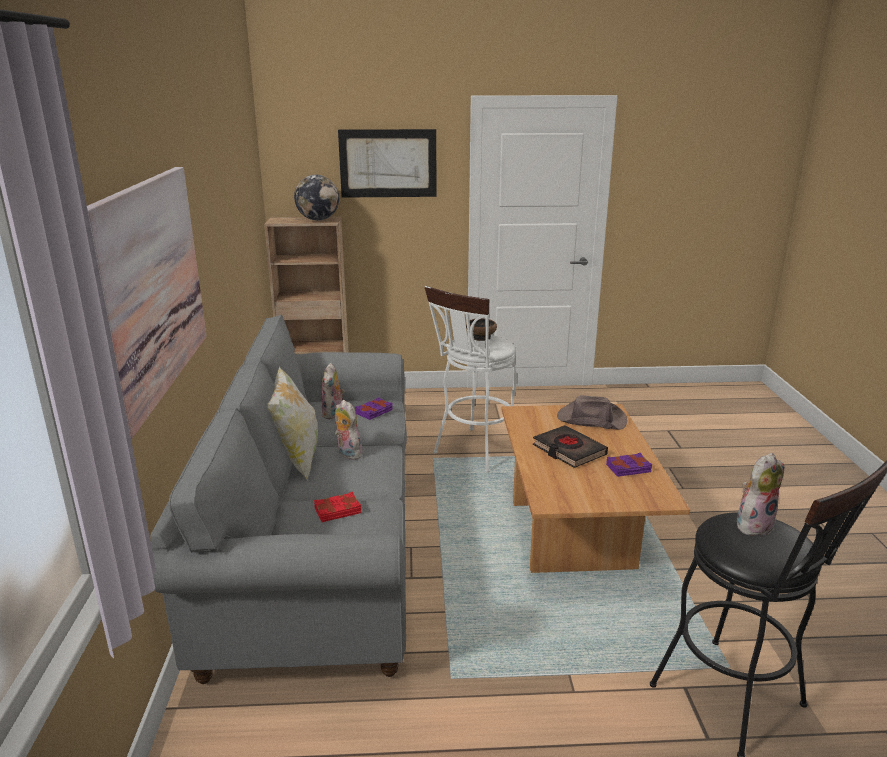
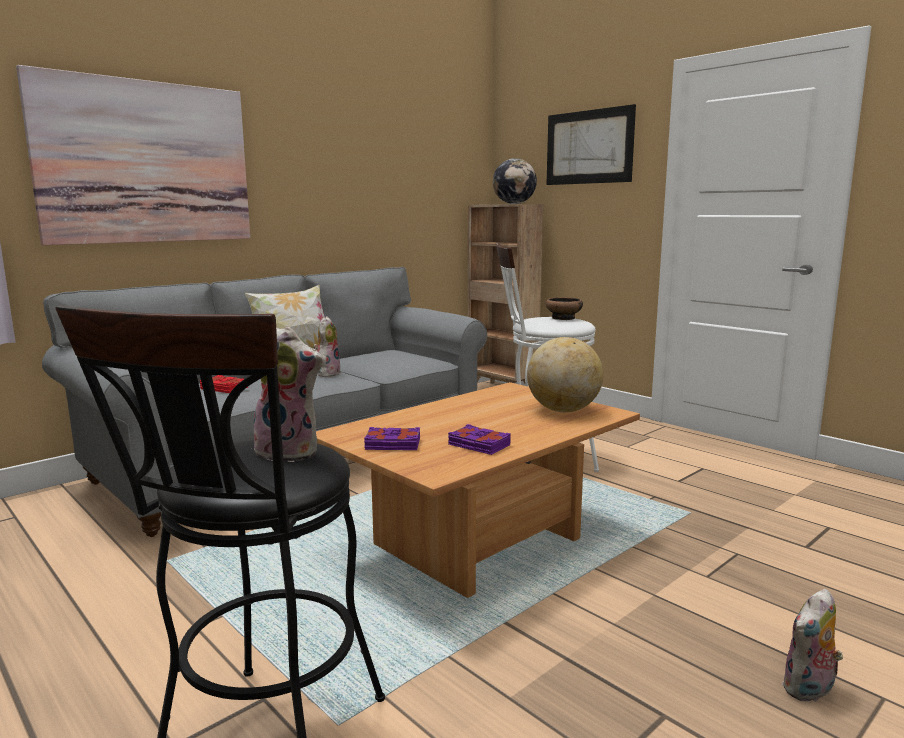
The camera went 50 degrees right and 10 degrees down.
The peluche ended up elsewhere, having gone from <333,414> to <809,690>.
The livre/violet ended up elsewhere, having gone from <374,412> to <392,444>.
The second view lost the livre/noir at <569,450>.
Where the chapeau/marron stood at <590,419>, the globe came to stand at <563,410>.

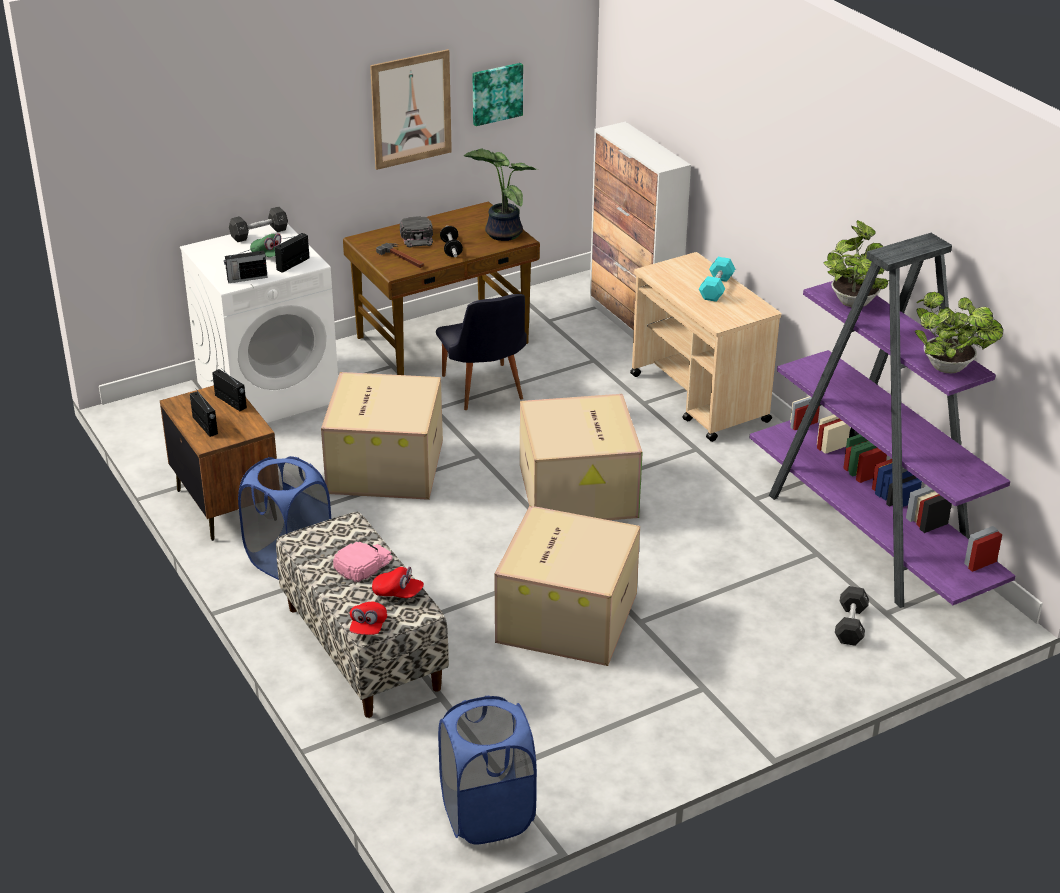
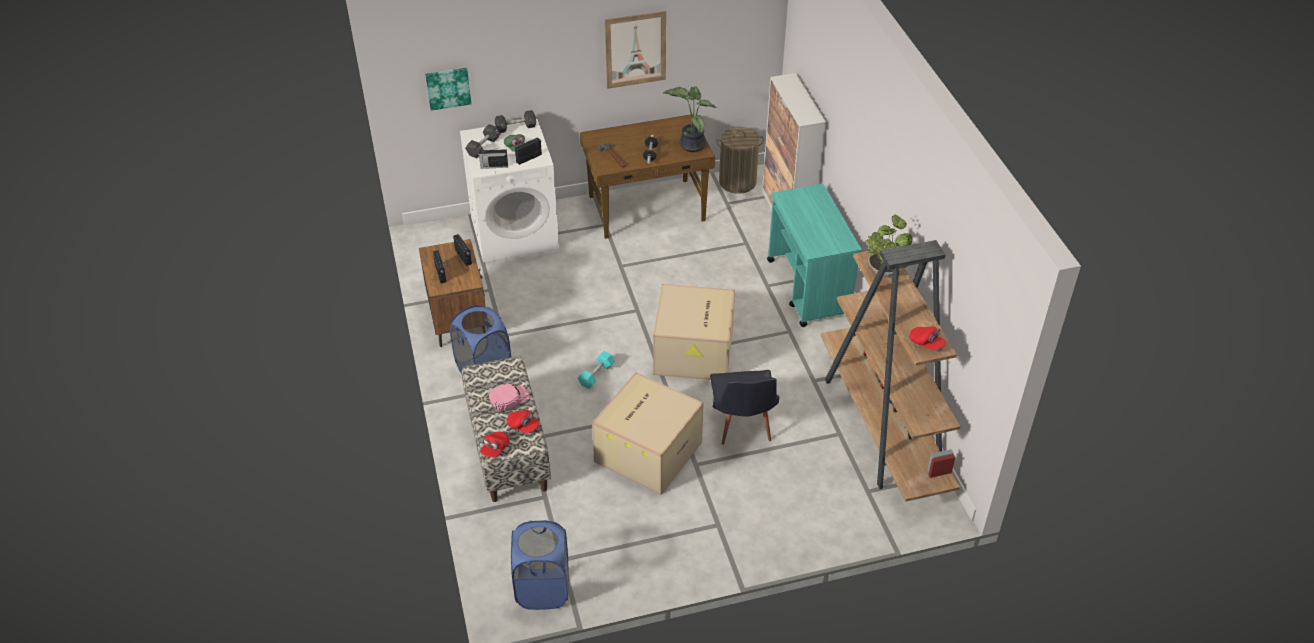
The camera went 15 degrees right and 10 degrees up.
The second view lost the carton at <384,465>.
The second view lost the casquette/noir at <417,237>.
The chaise/noir ended up elsewhere, having gone from <484,392> to <742,427>.
The tableau ended up elsewhere, having gone from <496,93> to <448,87>.
What was the chariot/beige at <699,399> turned into the chariot/turquoise at <808,289>.
The haltère/turquoise ended up elsewhere, having gone from <716,288> to <596,375>.
What was the bibliothèque/violet at <870,537> turned into the bibliothèque/marron at <883,428>.
The haltère/noir ended up elsewhere, having gone from <850,625> to <483,147>.
Where the plante en pot stood at <950,369>, the casquette/rouge came to stand at <926,343>.
The second view gained the panier à linge at <737,182>.

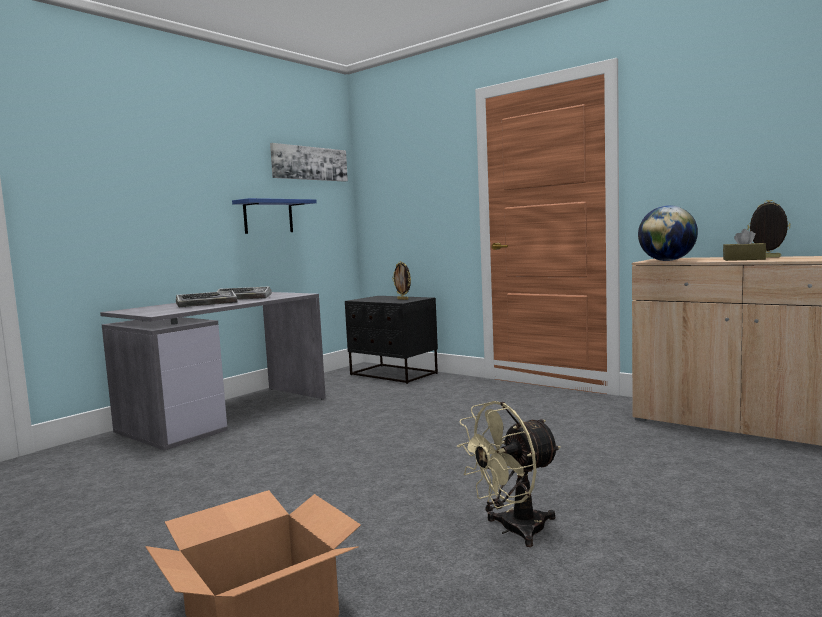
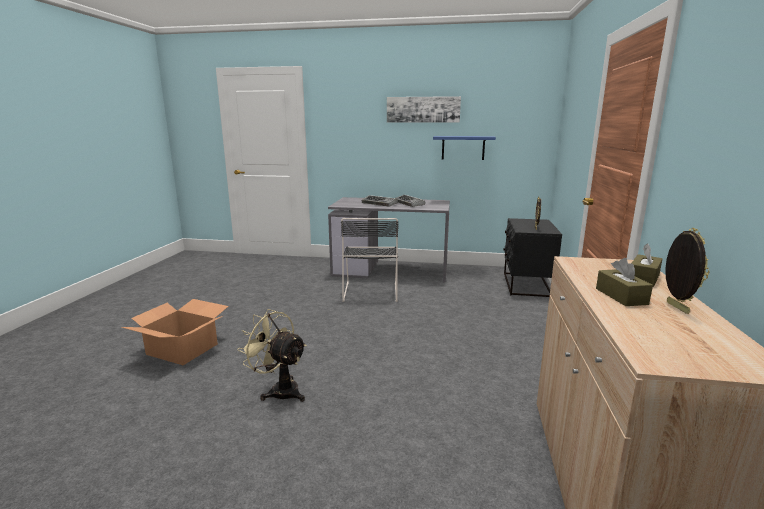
The camera went 60 degrees right and 10 degrees up.
The tableau ended up elsewhere, having gone from <309,163> to <423,109>.
The second view lost the globe at <667,261>.
The second view gained the chaise/noir at <371,291>.
The second view gained the boîte à mouchoirs/marron at <643,278>.

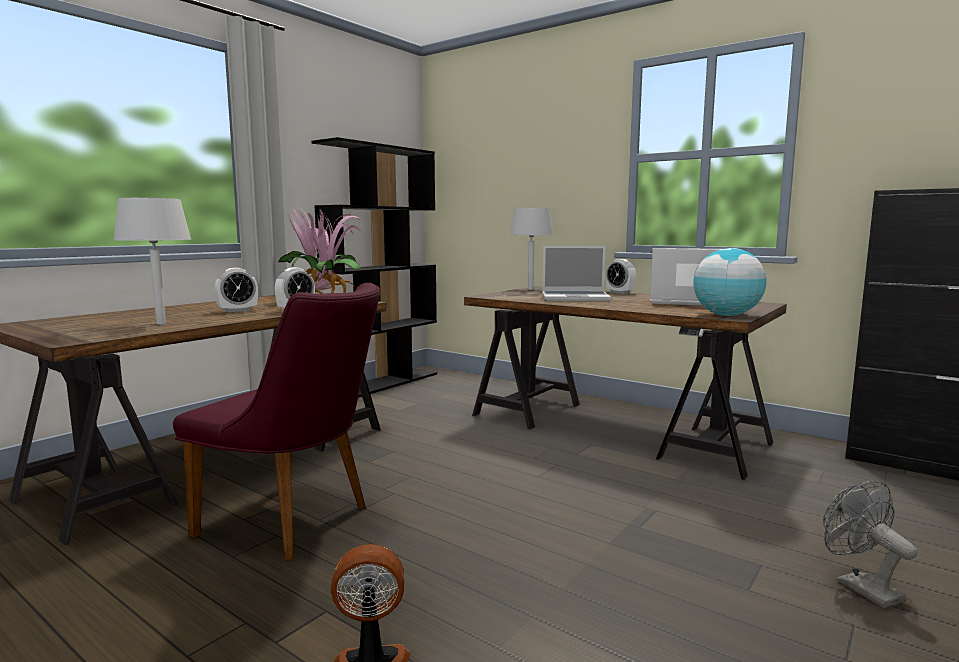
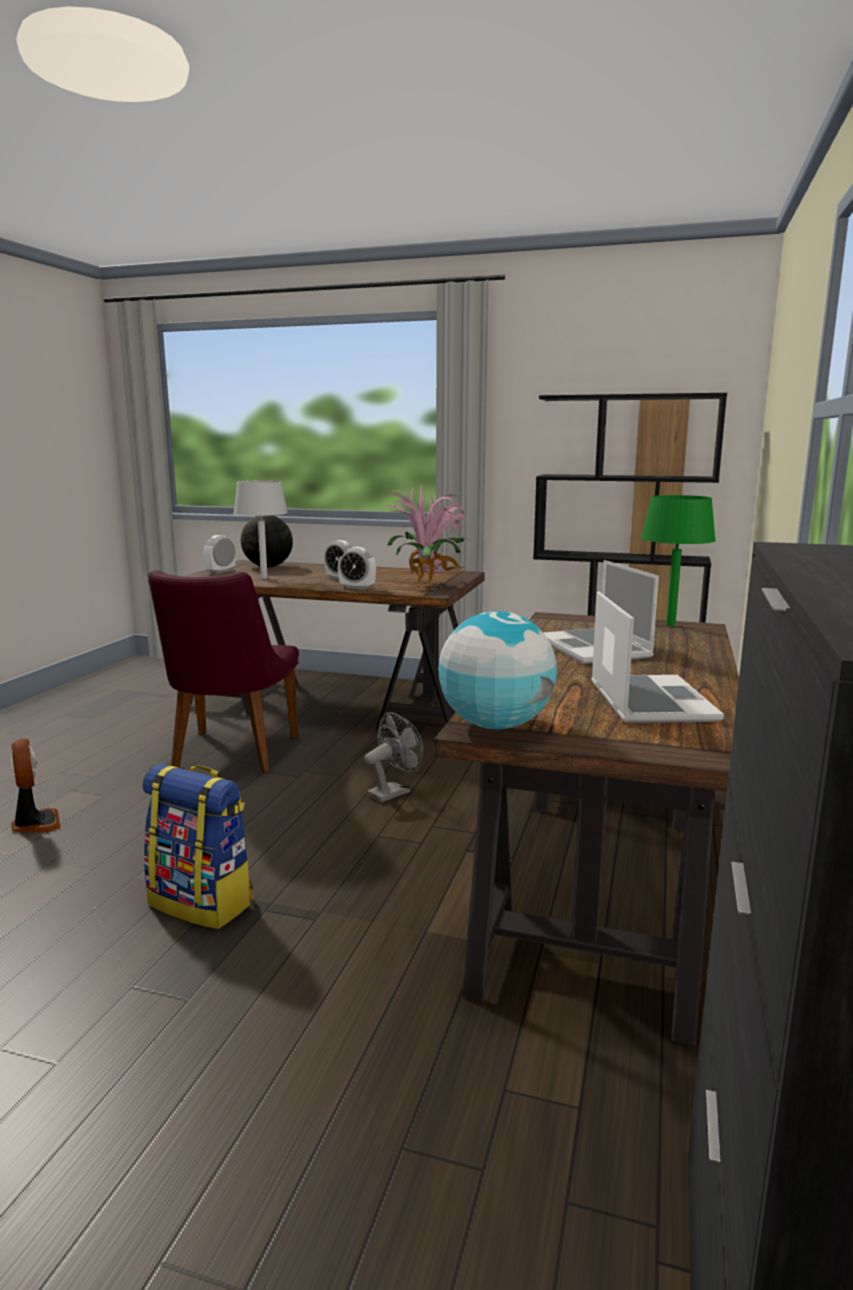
The camera went 70 degrees right and 5 degrees up.
What was the lampe de table/gris at <530,289> turned into the lampe de table/vert at <671,625>.
The réveil ended up elsewhere, having gone from <620,293> to <221,571>.
The ventilateur/gris ended up elsewhere, having gone from <860,587> to <394,792>.
The second view gained the sac à dos at <203,902>.
The second view gained the globe at <268,566>.

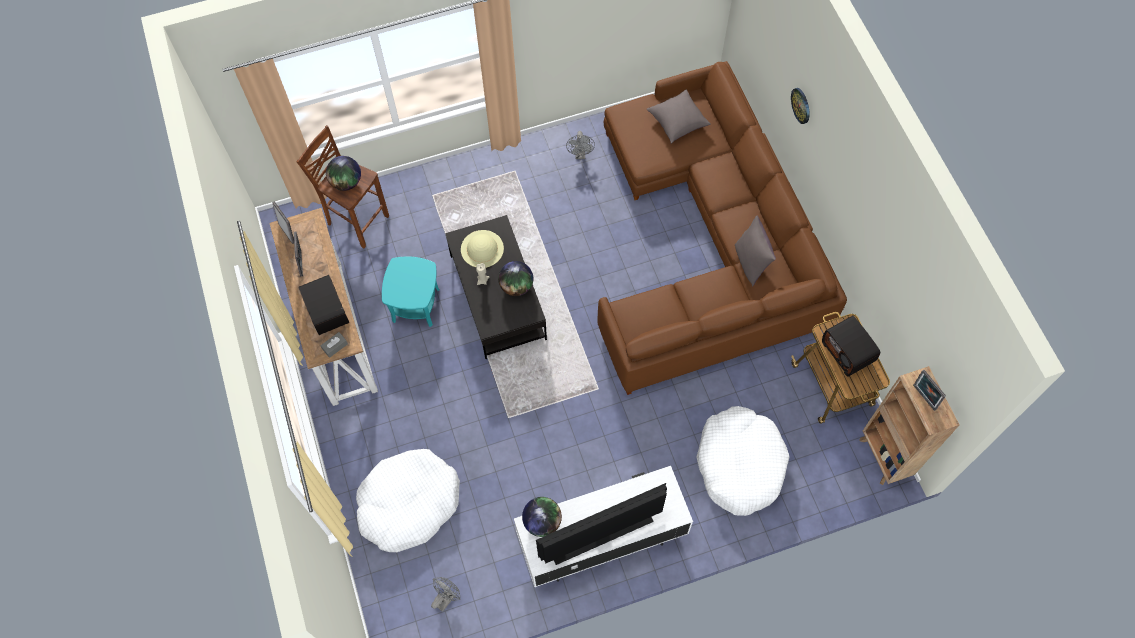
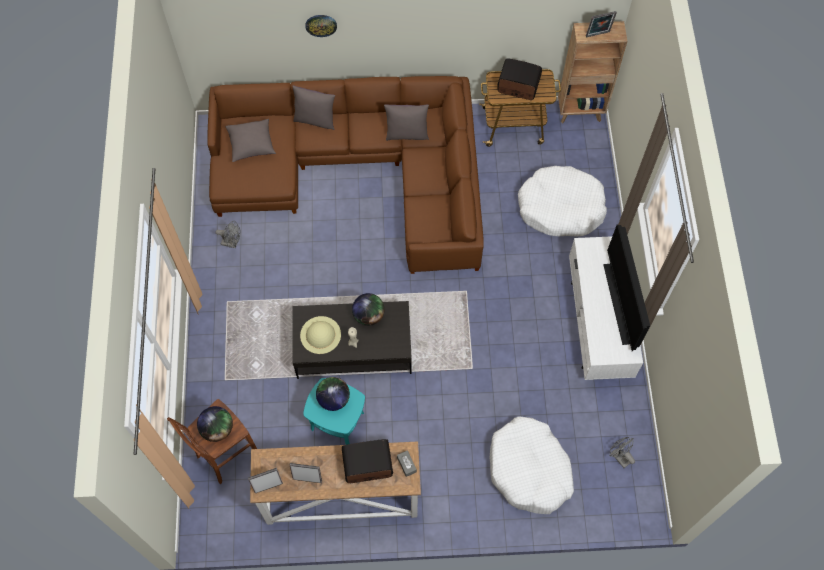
The camera went 75 degrees left and 0 degrees up.
The globe ended up elsewhere, having gone from <542,521> to <333,399>.
The radio at <848,352> ended up facing another way, 150 degrees counterclockwise from before.
The second view gained the coussin/gris at <315,120>.

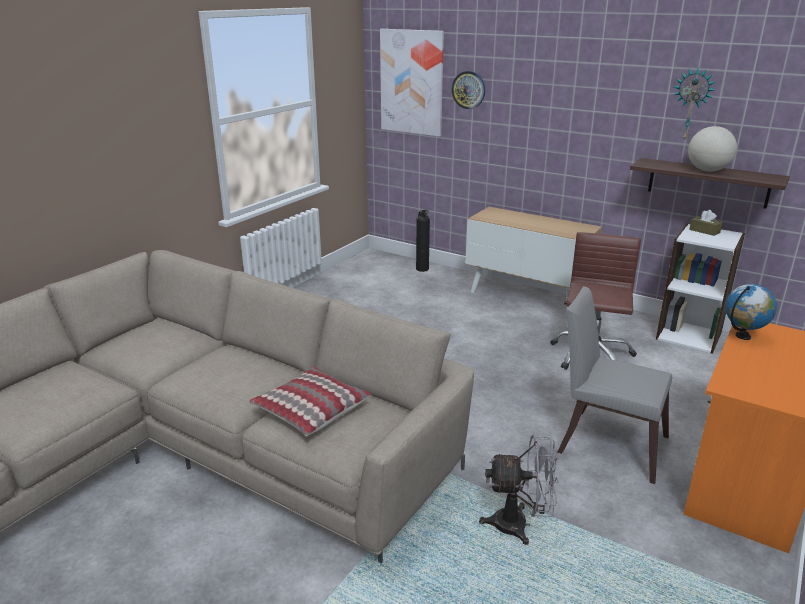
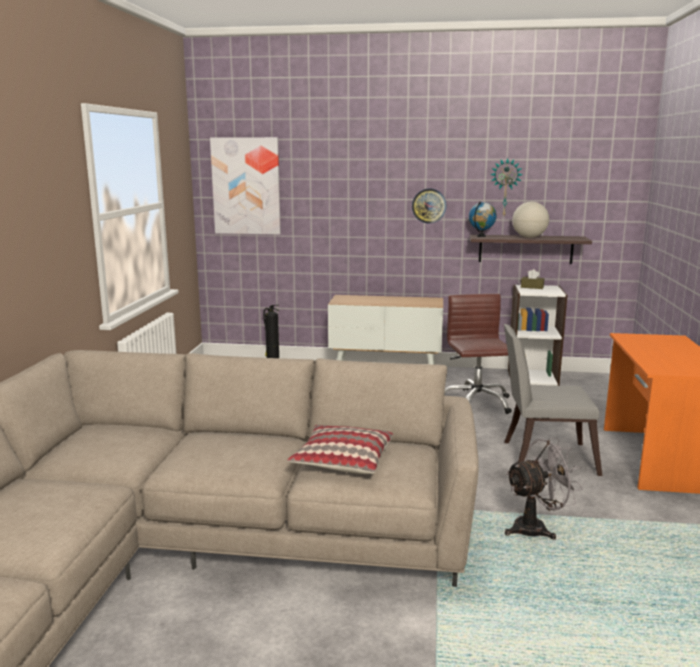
The camera went 25 degrees left and 10 degrees down.
The horloge murale ended up elsewhere, having gone from <468,90> to <429,205>.
The globe ended up elsewhere, having gone from <743,336> to <481,236>.

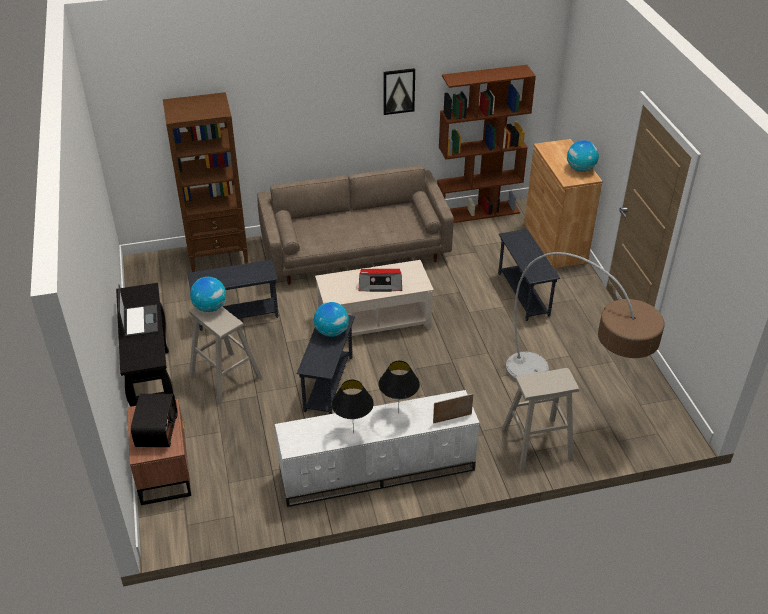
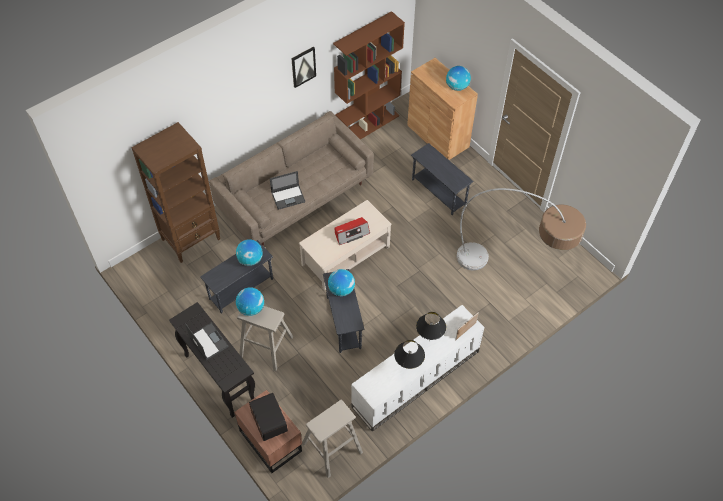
The camera went 25 degrees left and 15 degrees up.
The tabouret/beige ended up elsewhere, having gone from <537,443> to <332,447>.
The second view gained the globe at <250,260>.
The second view gained the ordinateur portable at <288,197>.

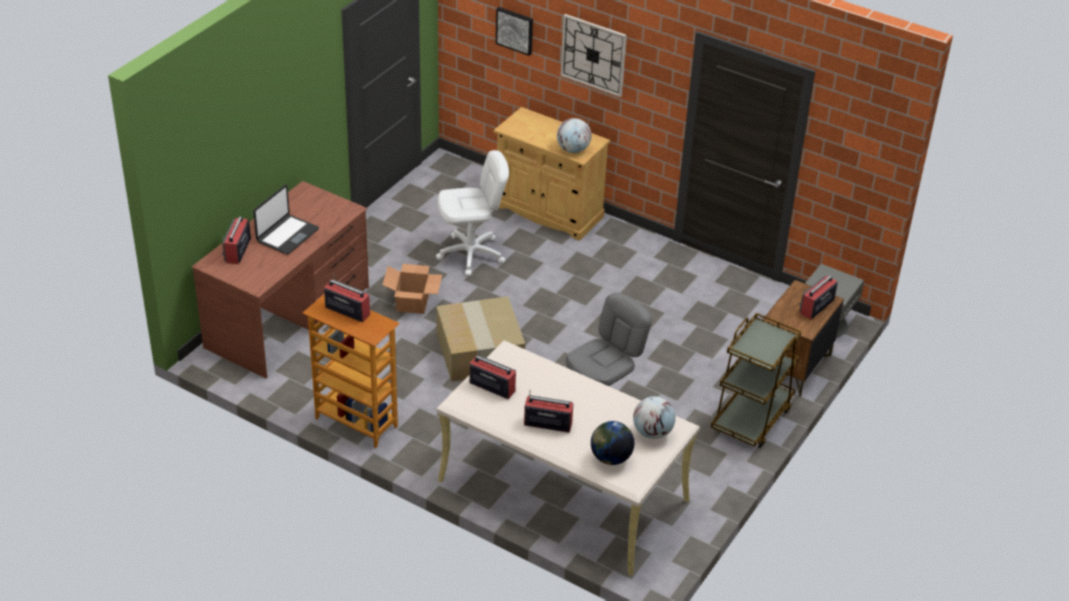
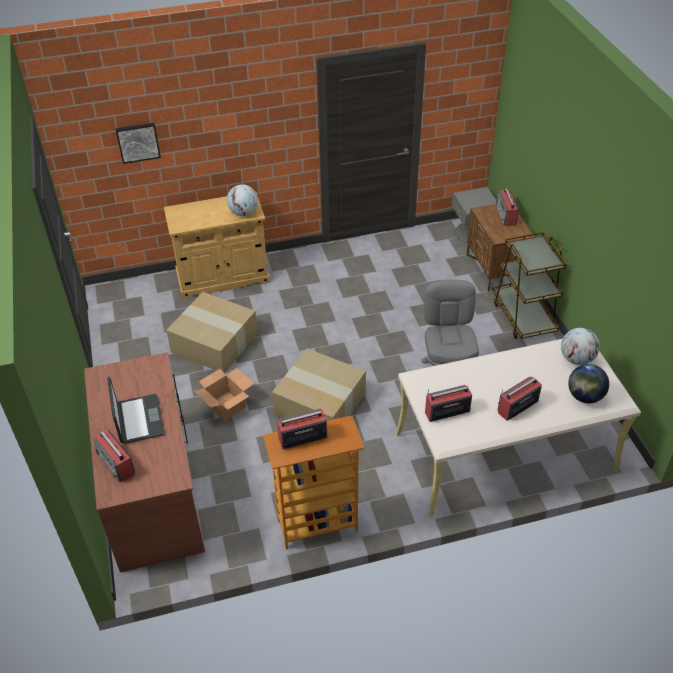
The camera went 45 degrees left and 5 degrees up.
Where the chaise de bureau/blanc stood at <471,254>, the carton came to stand at <216,342>.
The second view lost the horloge murale at <593,55>.

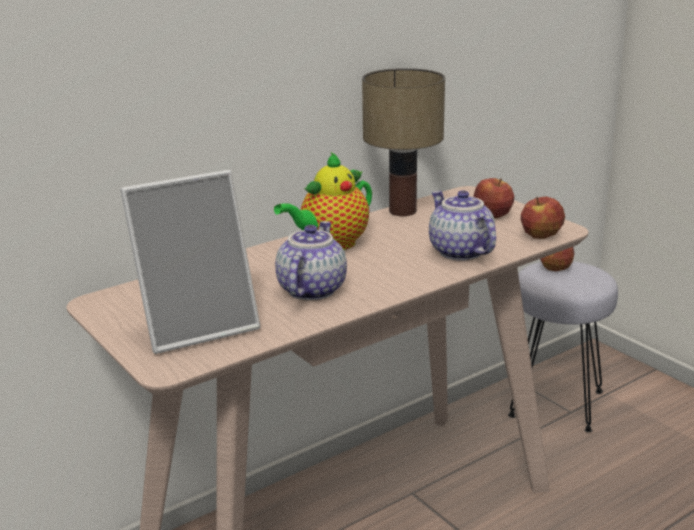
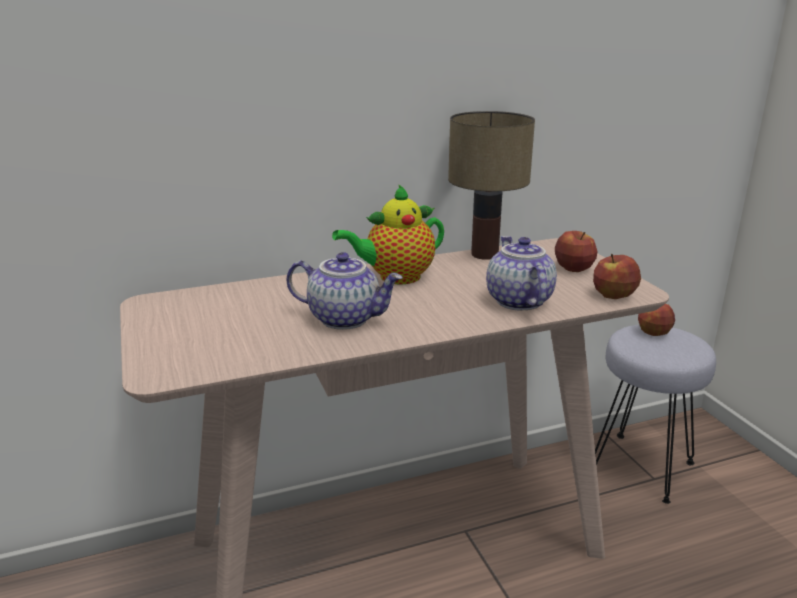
The camera went 15 degrees right and 0 degrees up.
The second view lost the cadre photo at <198,325>.
The théière at <310,290> ended up facing another way, 75 degrees clockwise from before.

